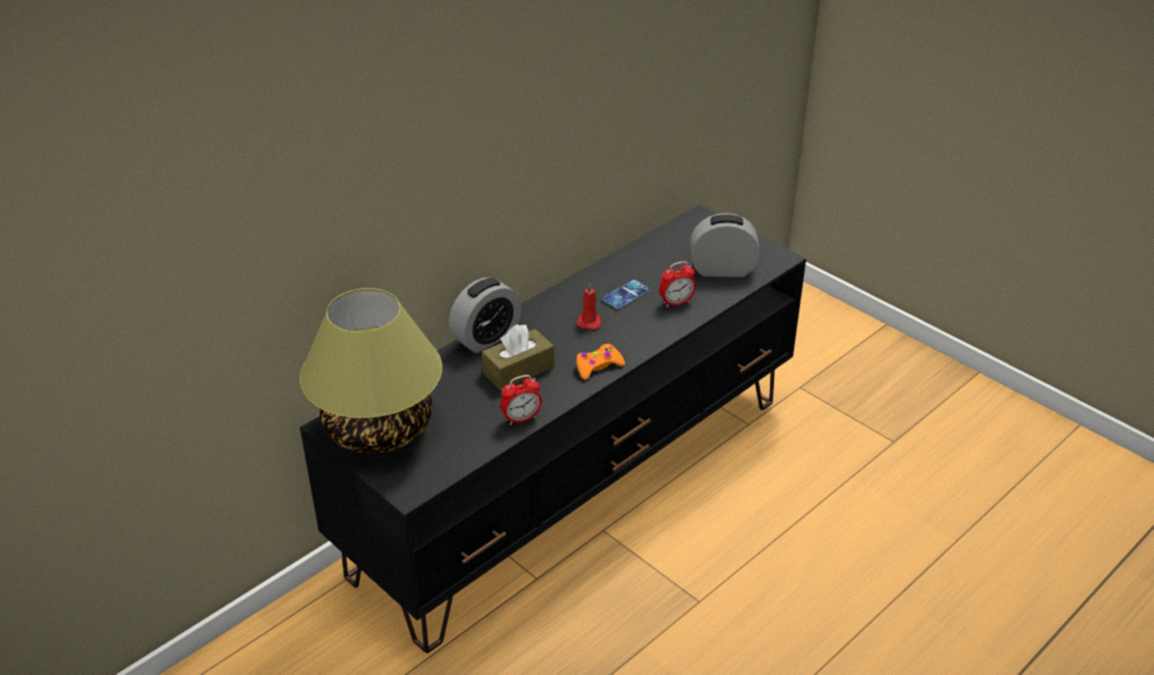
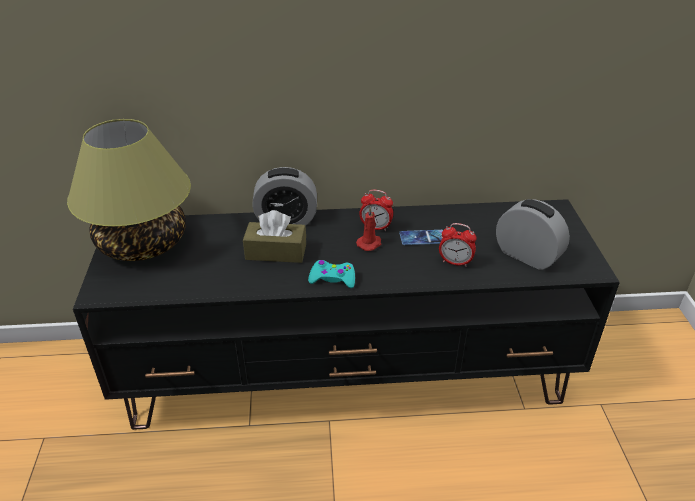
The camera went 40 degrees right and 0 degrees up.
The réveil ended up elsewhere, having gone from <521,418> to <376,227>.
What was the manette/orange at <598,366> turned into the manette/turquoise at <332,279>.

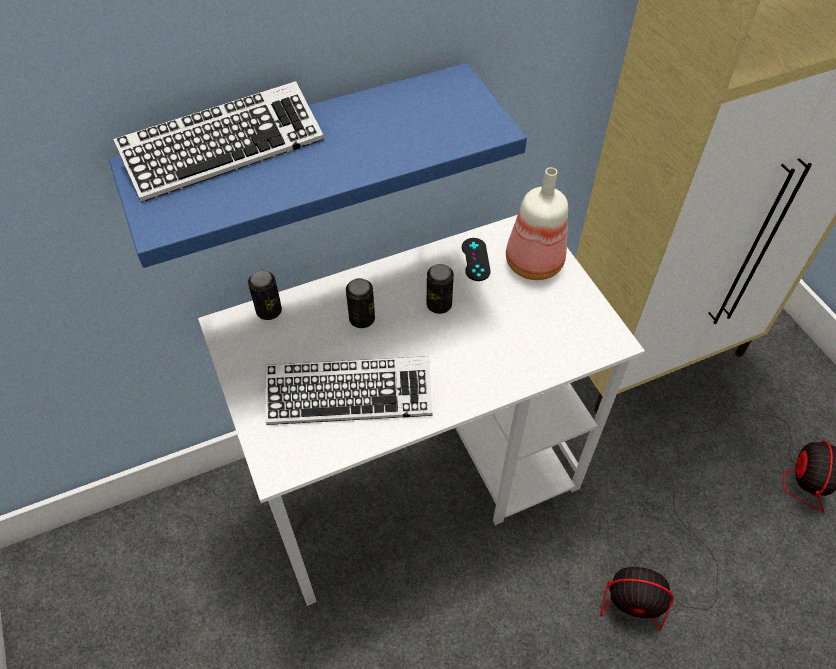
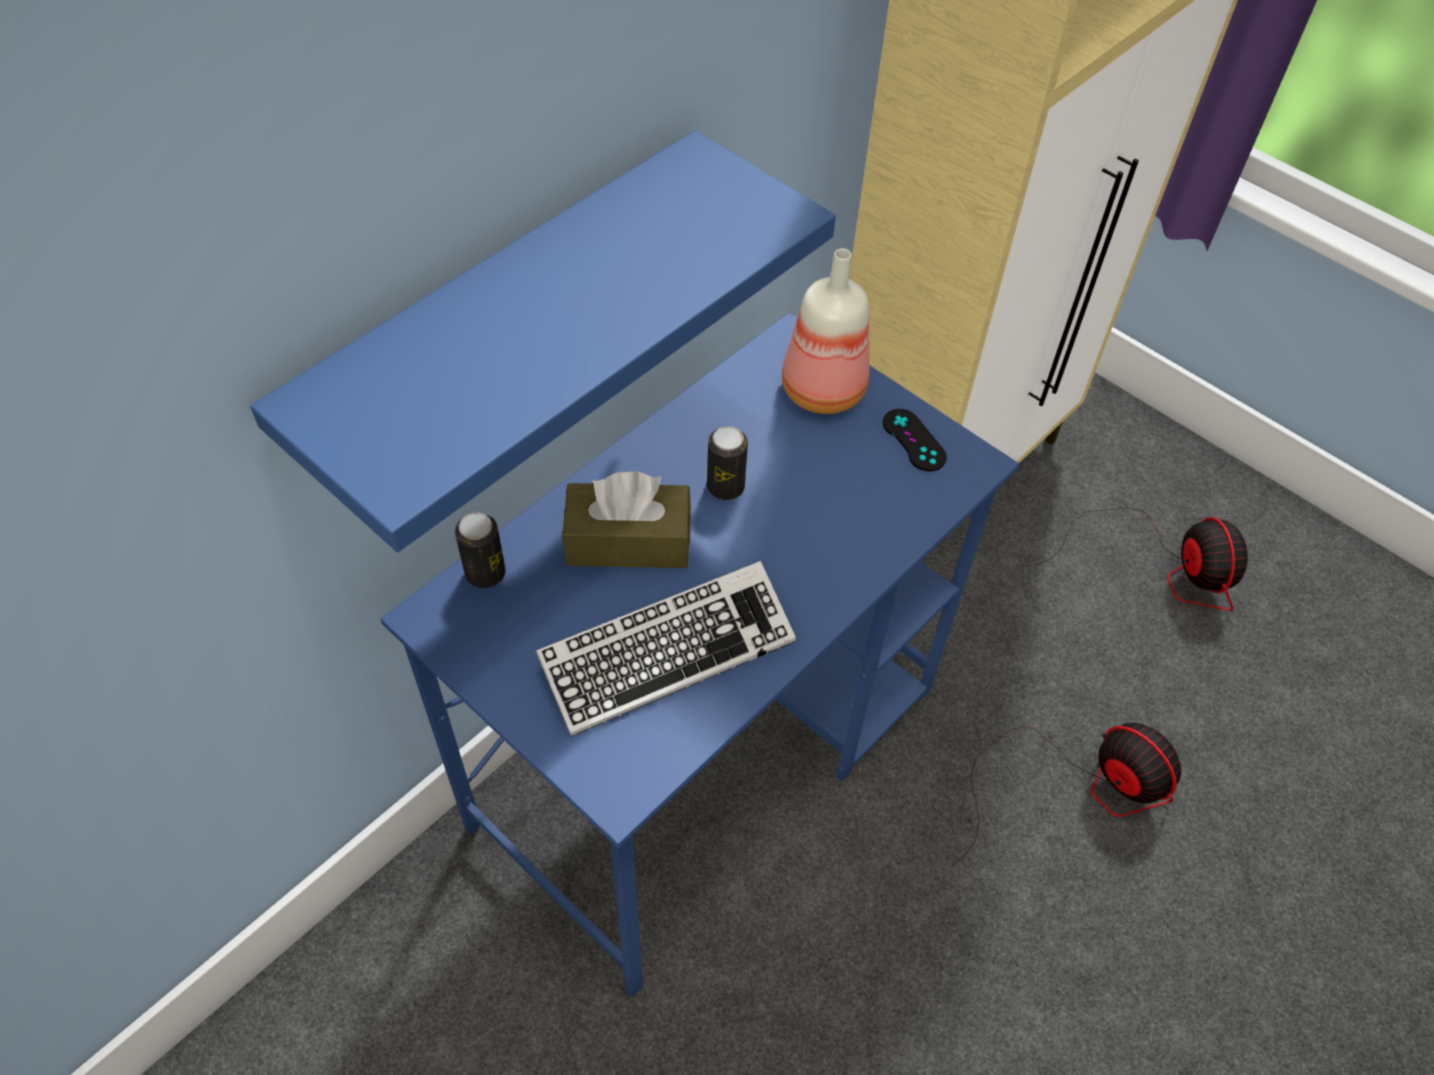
The camera went 25 degrees left and 0 degrees up.
The second view lost the clavier at <224,150>.
What was the bureau/blanc at <420,477> turned into the bureau/bleu at <709,754>.
Where the boîte métallique stood at <362,319>, the boîte à mouchoirs/marron came to stand at <628,541>.
The manette/noir ended up elsewhere, having gone from <475,259> to <914,440>.
The ventilateur at <653,589> ended up facing another way, 120 degrees counterclockwise from before.

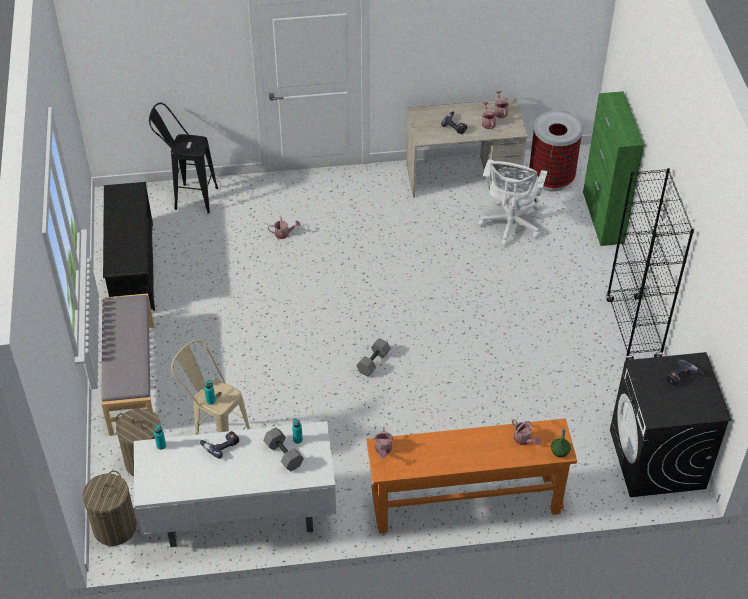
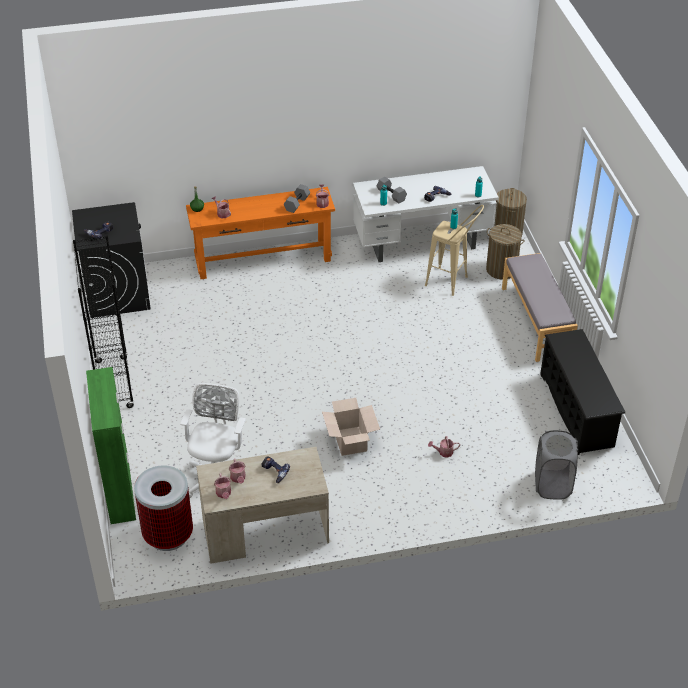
The camera went 175 degrees right and 5 degrees down.
Where the tabouret/noir stood at <188,198>, the panier à linge/gris came to stand at <552,485>.
The haltère/gris ended up elsewhere, having gone from <373,362> to <296,203>.
The second view gained the carton at <350,441>.

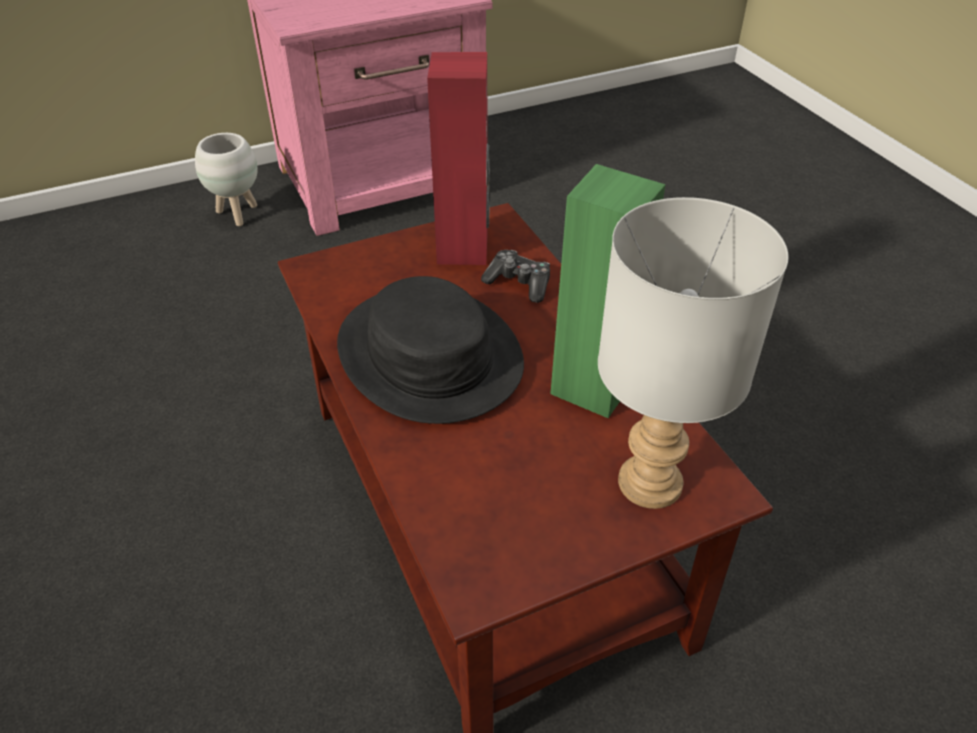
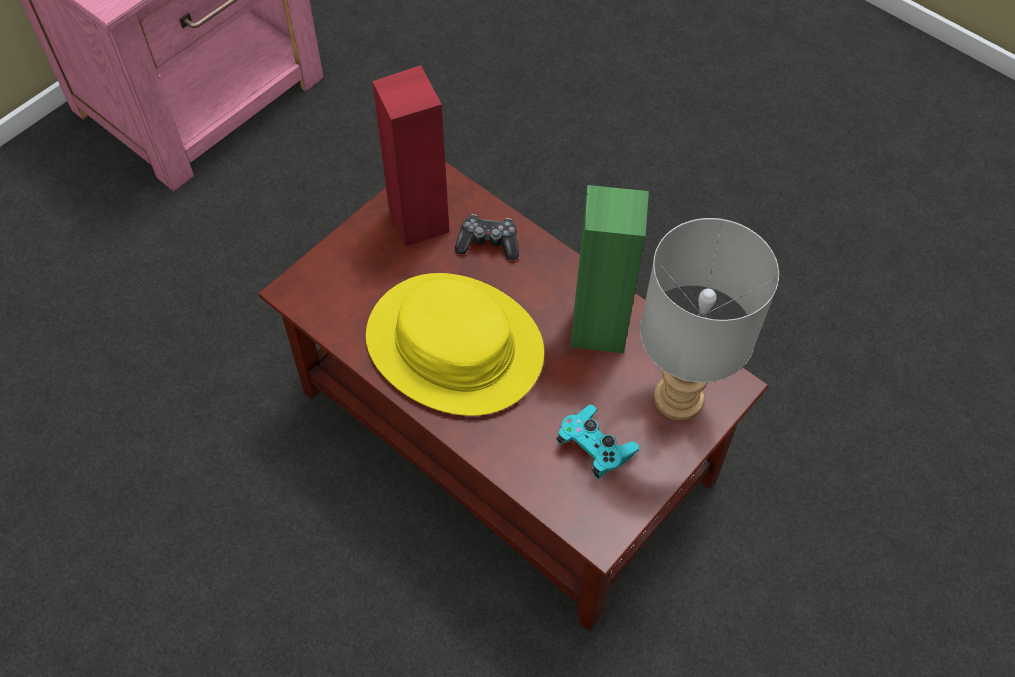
The camera went 25 degrees left and 15 degrees up.
The second view lost the cache-pot/blanc at <238,214>.
What was the chapeau/noir at <429,355> turned into the chapeau/jaune at <454,346>.
The second view gained the manette/turquoise at <595,448>.

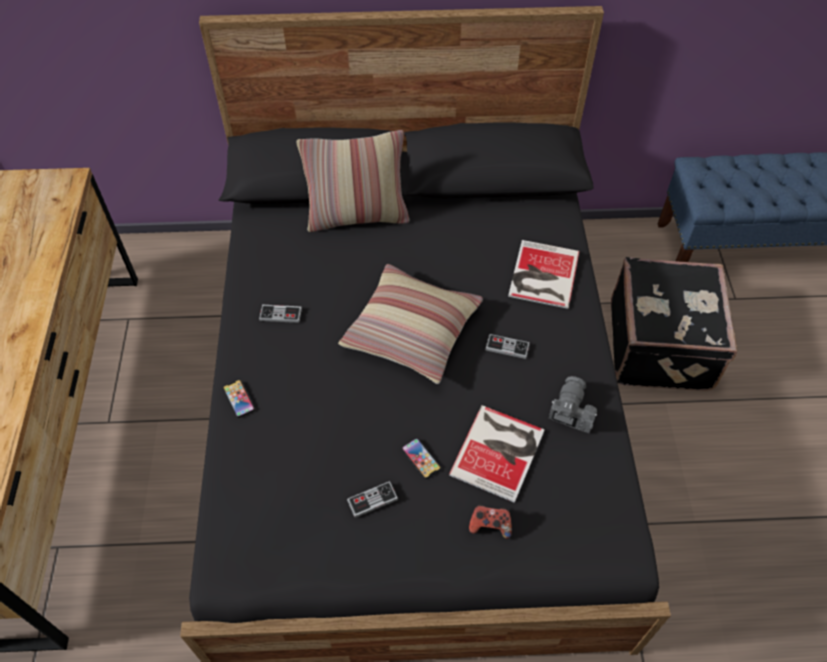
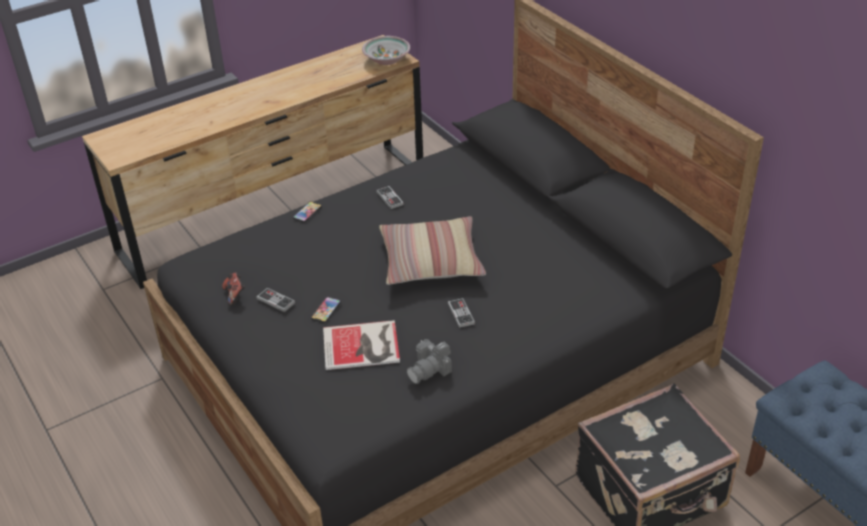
The camera went 60 degrees right and 15 degrees down.
The second view lost the coussin at <357,216>.
The manette ended up elsewhere, having gone from <490,525> to <235,294>.
The second view lost the livre at <542,275>.
The appareil photo at <570,411> ended up facing another way, 150 degrees clockwise from before.
The second view gained the bol at <386,59>.

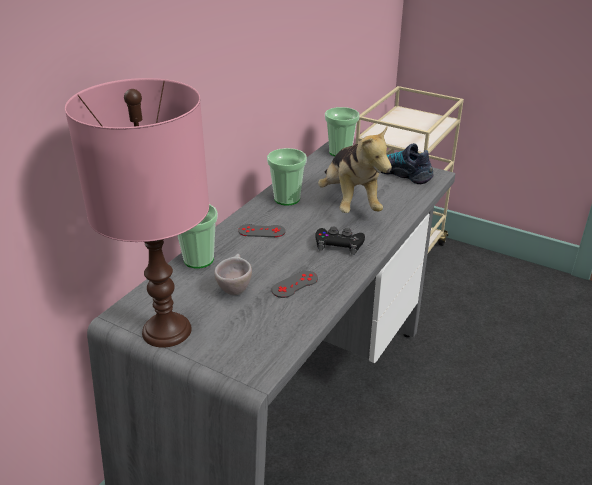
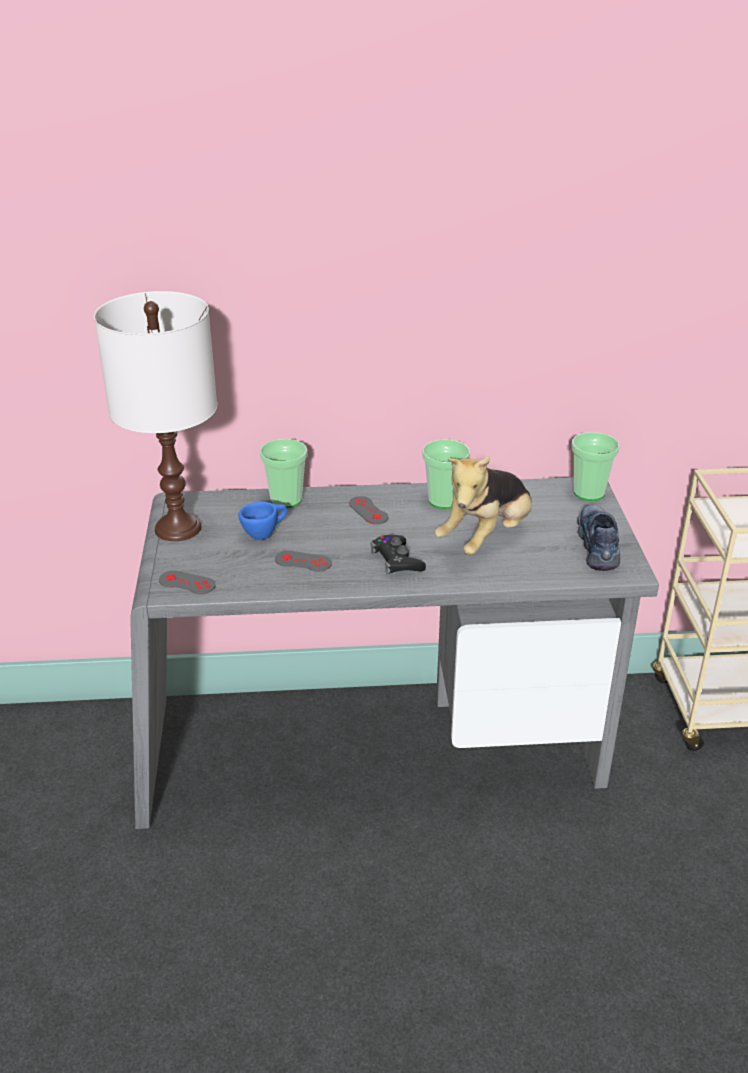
The camera went 55 degrees right and 0 degrees up.
What was the lampe de table/rose at <166,331> turned into the lampe de table/blanc at <177,528>.
What was the tasse/beige at <235,288> turned into the tasse/bleu at <264,534>.
The second view gained the manette/gris at <187,583>.

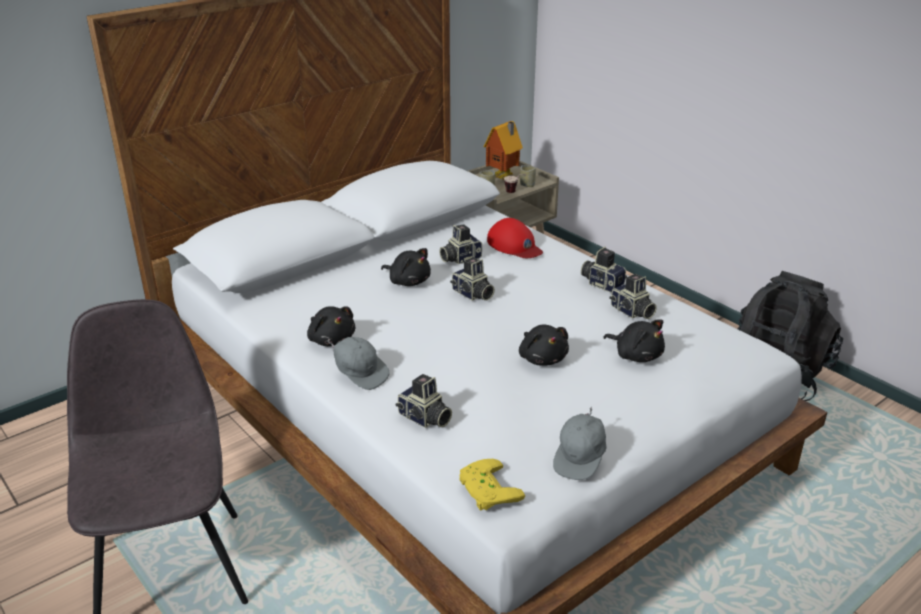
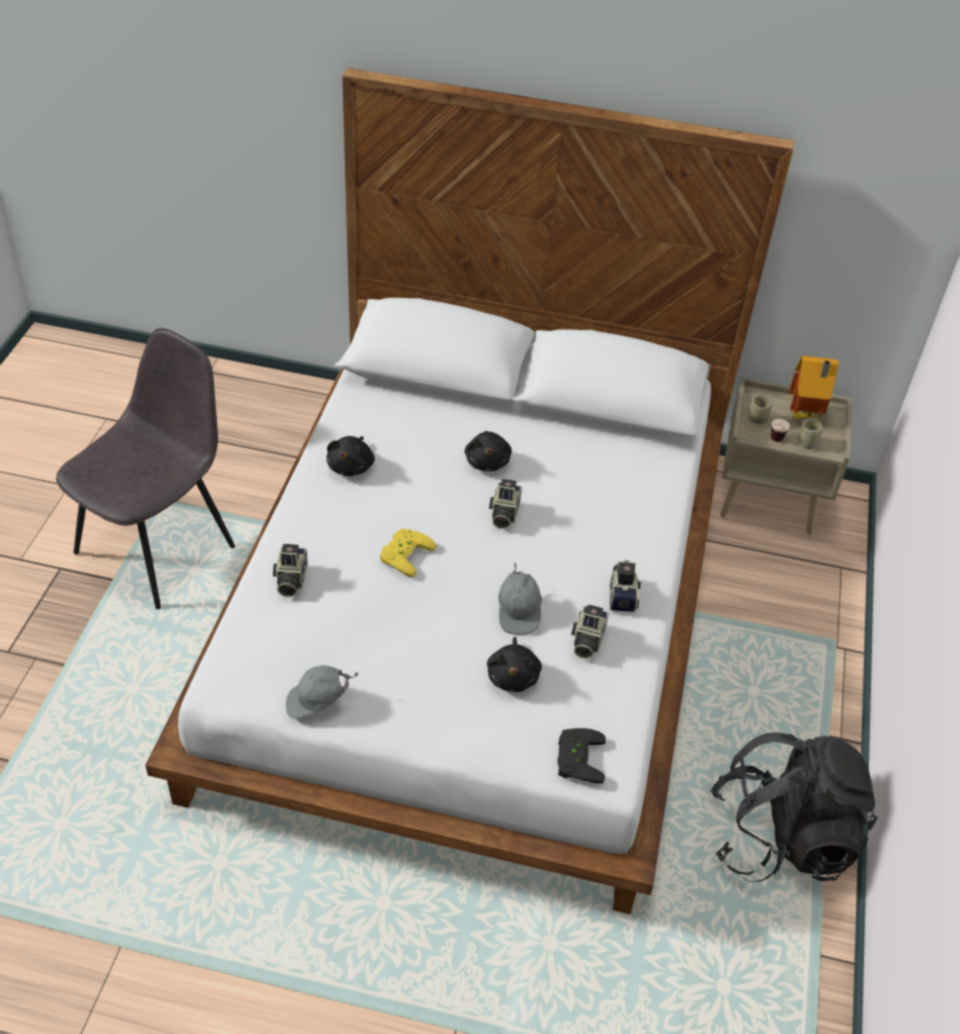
The camera went 50 degrees right and 15 degrees up.
The casquette/gris ended up elsewhere, having gone from <360,374> to <519,612>.
The second view lost the appareil photo at <459,258>.
The manette/jaune ended up elsewhere, having gone from <485,490> to <403,553>.
The second view lost the casquette/rouge at <514,245>.
The second view lost the peluche/noir at <542,358>.
The second view gained the manette/noir at <576,758>.

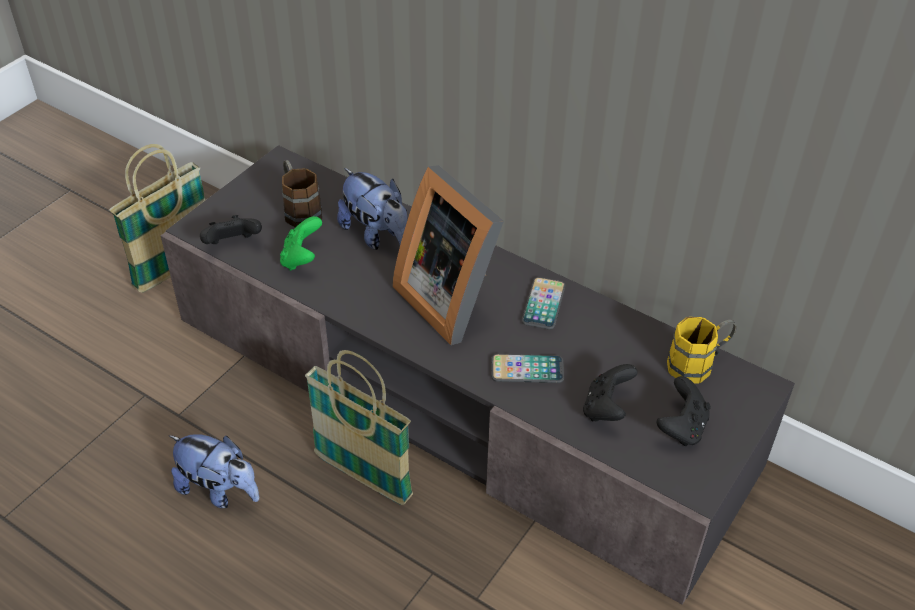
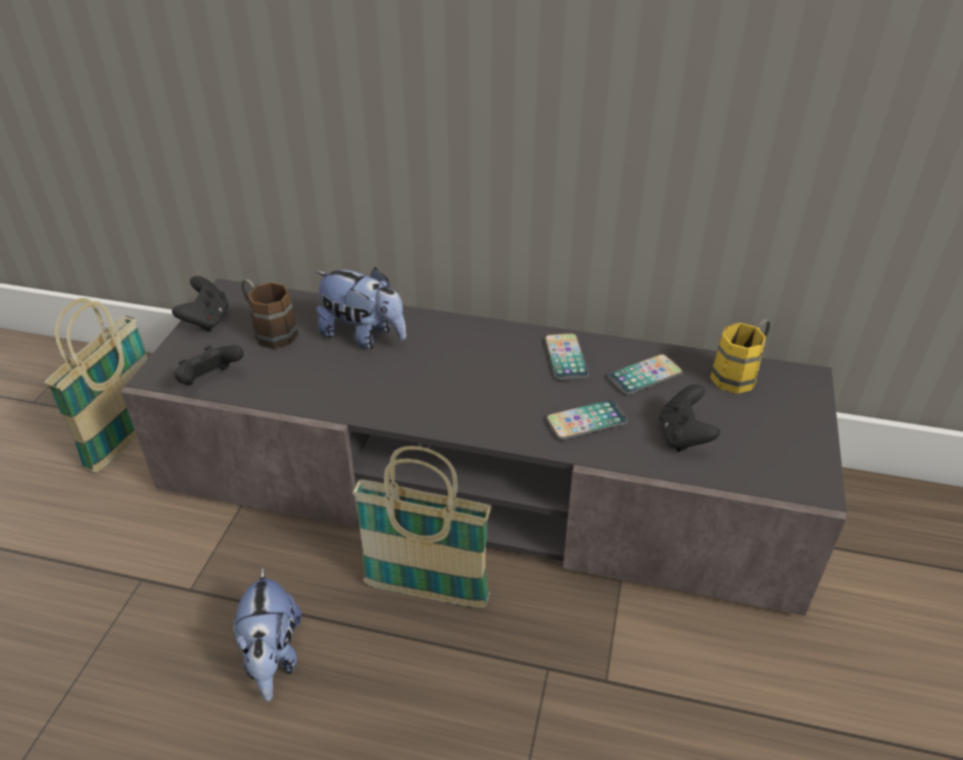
The camera went 20 degrees left and 5 degrees down.
The peluche at <219,490> ended up facing another way, 75 degrees clockwise from before.
The second view lost the manette/vert at <301,258>.
The second view lost the cadre photo at <452,298>.
The manette/noir ended up elsewhere, having gone from <681,427> to <206,320>.
The second view gained the téléphone at <644,376>.

